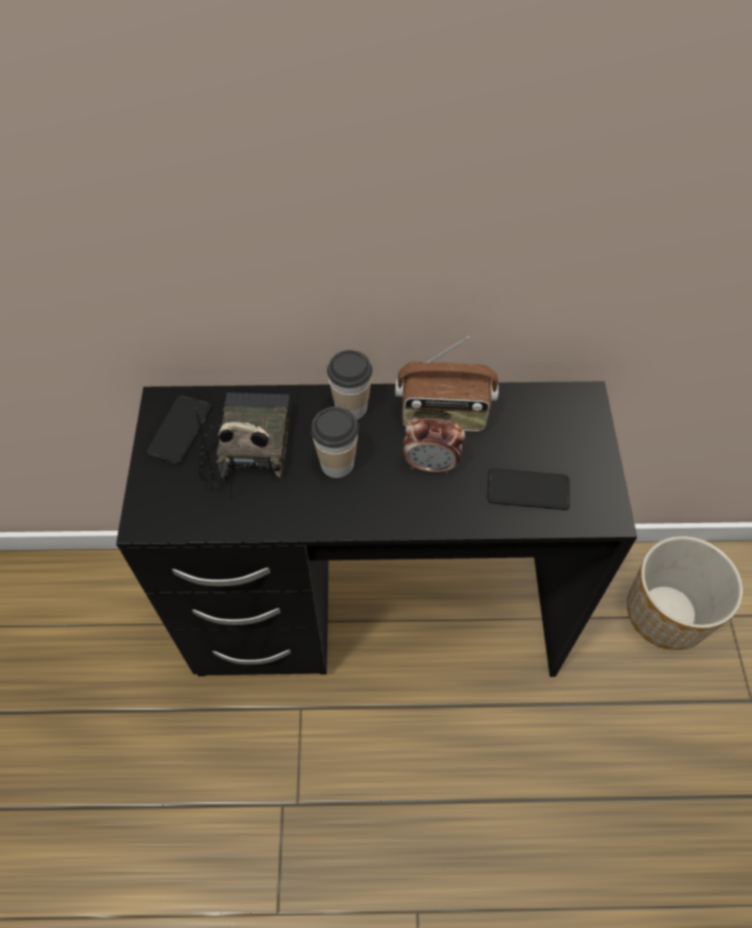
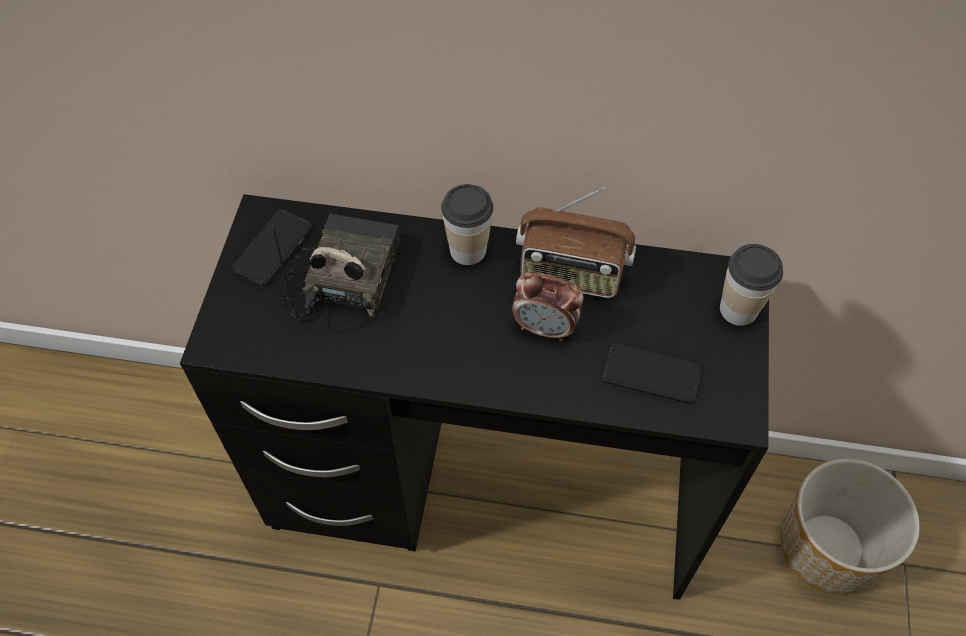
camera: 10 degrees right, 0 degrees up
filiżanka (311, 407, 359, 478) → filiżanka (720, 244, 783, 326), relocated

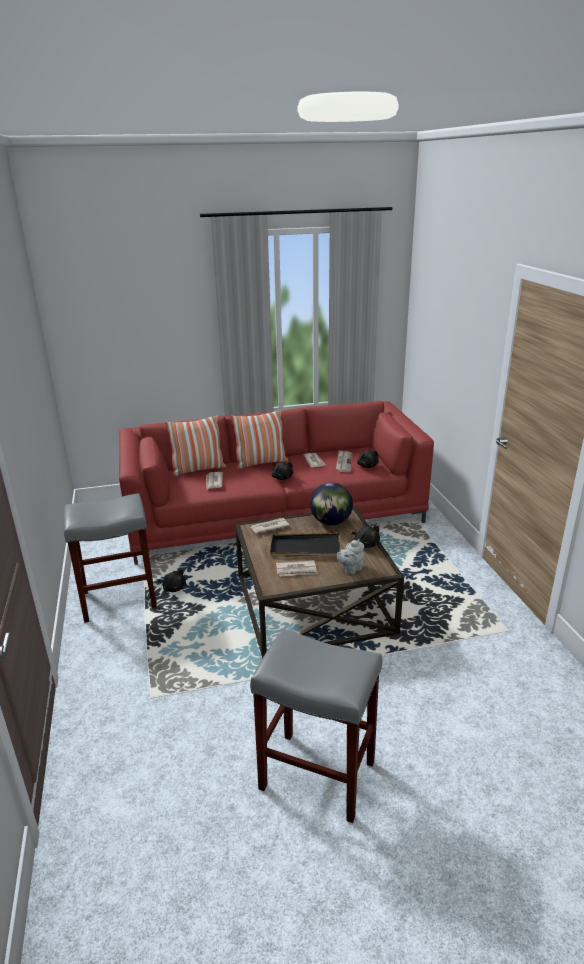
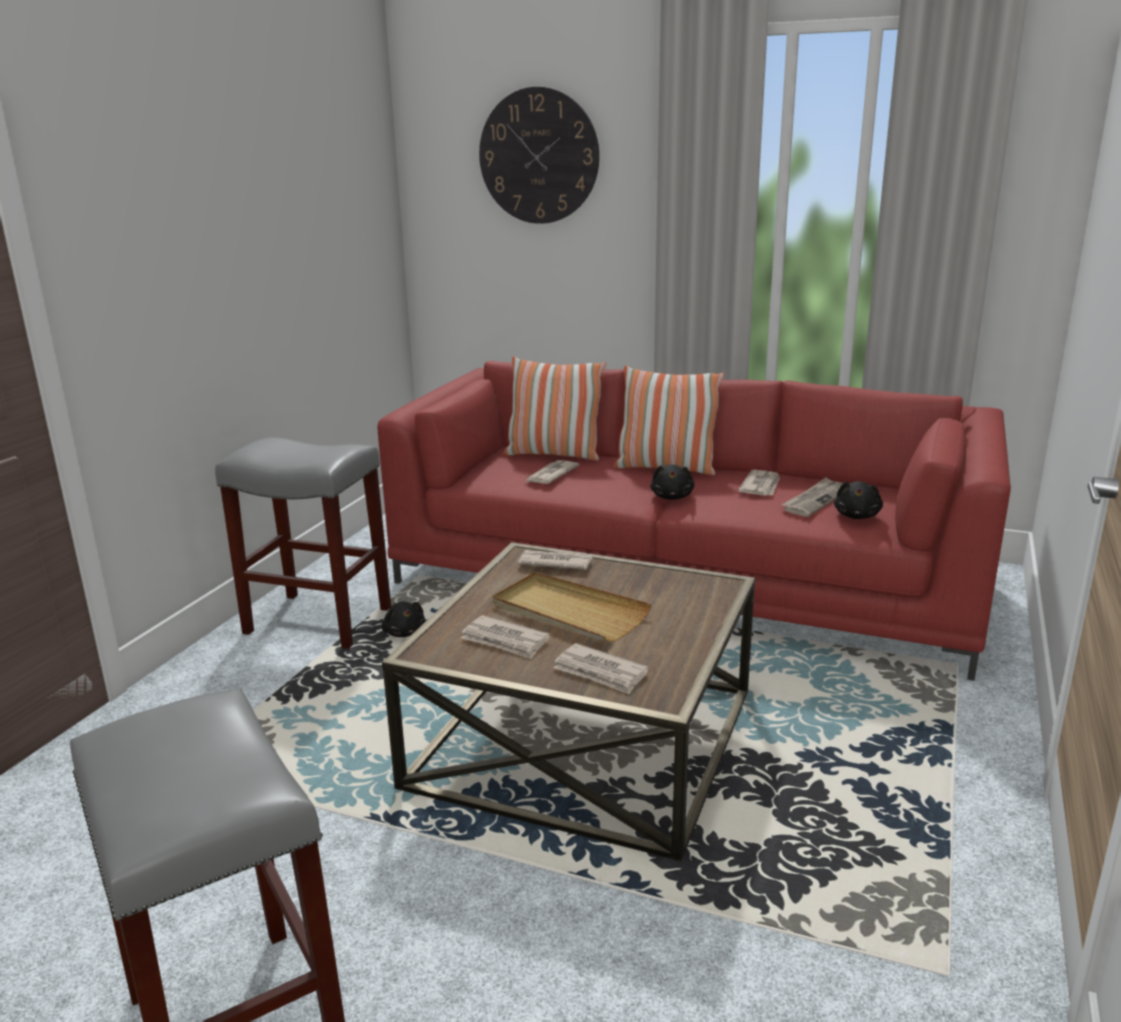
camera: 35 degrees right, 5 degrees down
taca/czarny (270, 533, 340, 557) → taca/beżowy (493, 572, 652, 642)
globus (310, 482, 353, 525) → -
imbryk/szary (337, 539, 364, 574) → gazeta (554, 643, 649, 694)
pluszak/czarny (352, 526, 380, 548) → -
- → zegar ścienny (479, 87, 599, 224)

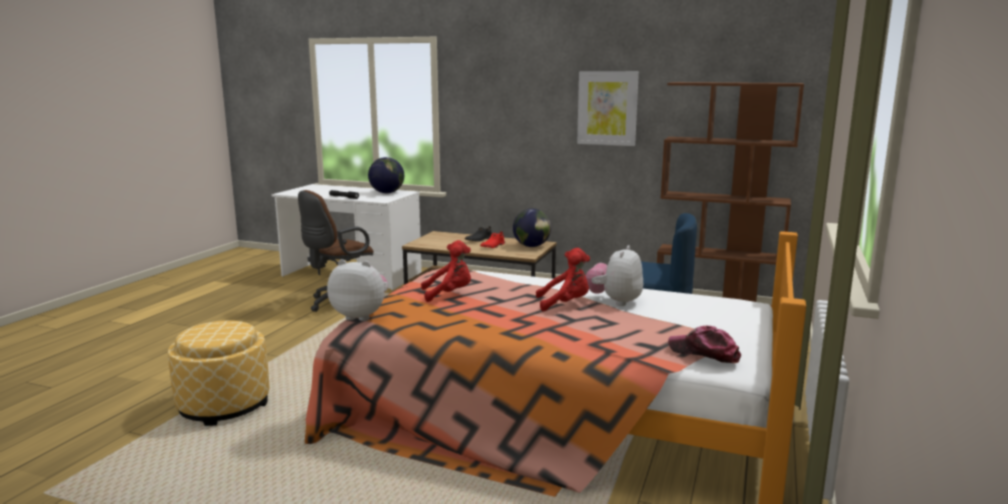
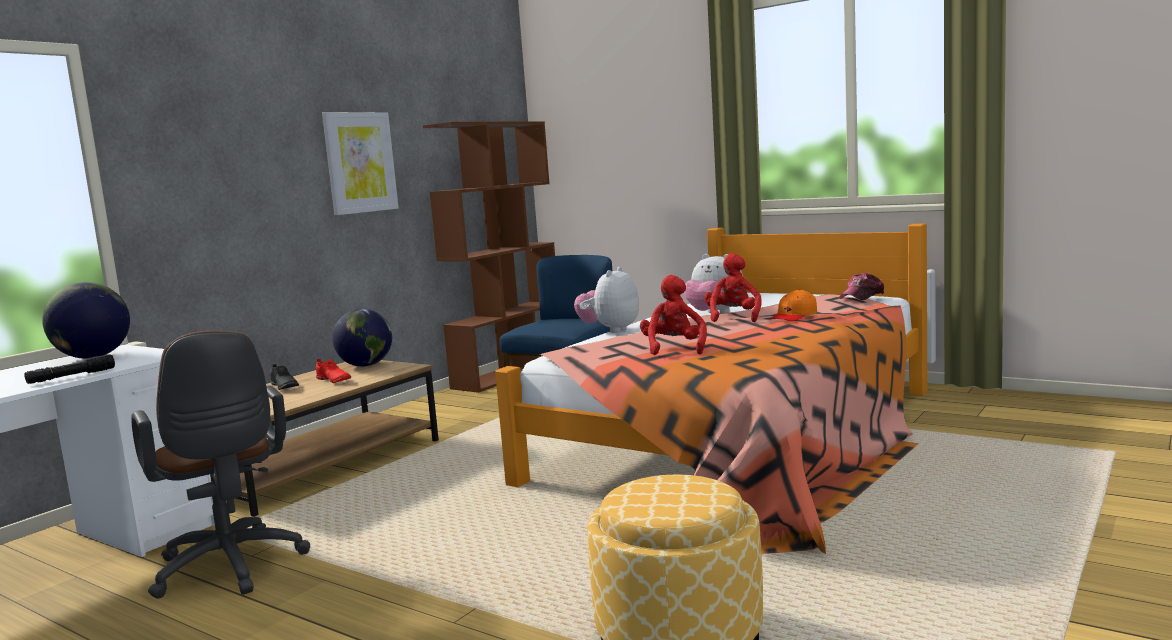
camera: 75 degrees left, 5 degrees down
pluszak (327, 259, 388, 321) → pluszak (574, 267, 639, 333), relocated
- → czapka z daszkiem/pomarańczowy (770, 289, 817, 321)

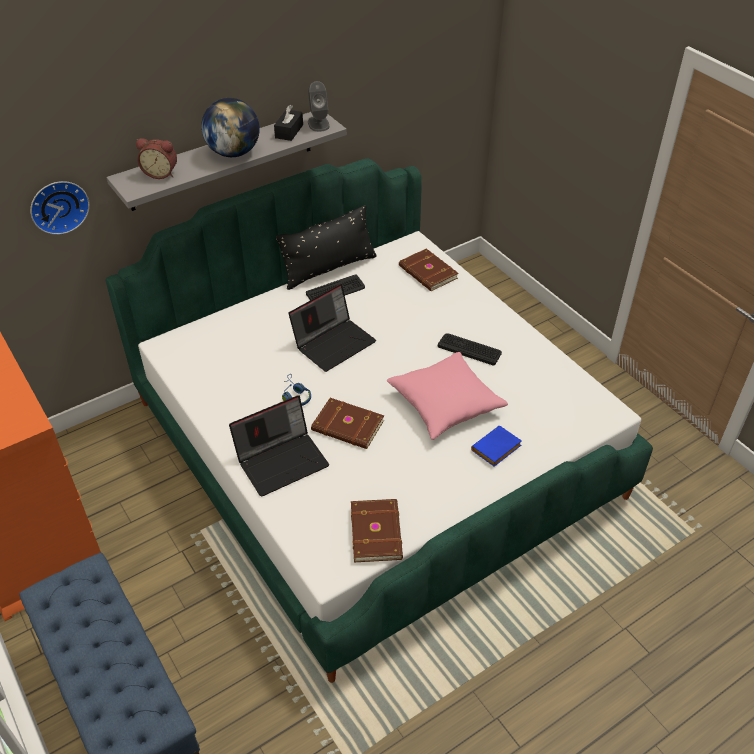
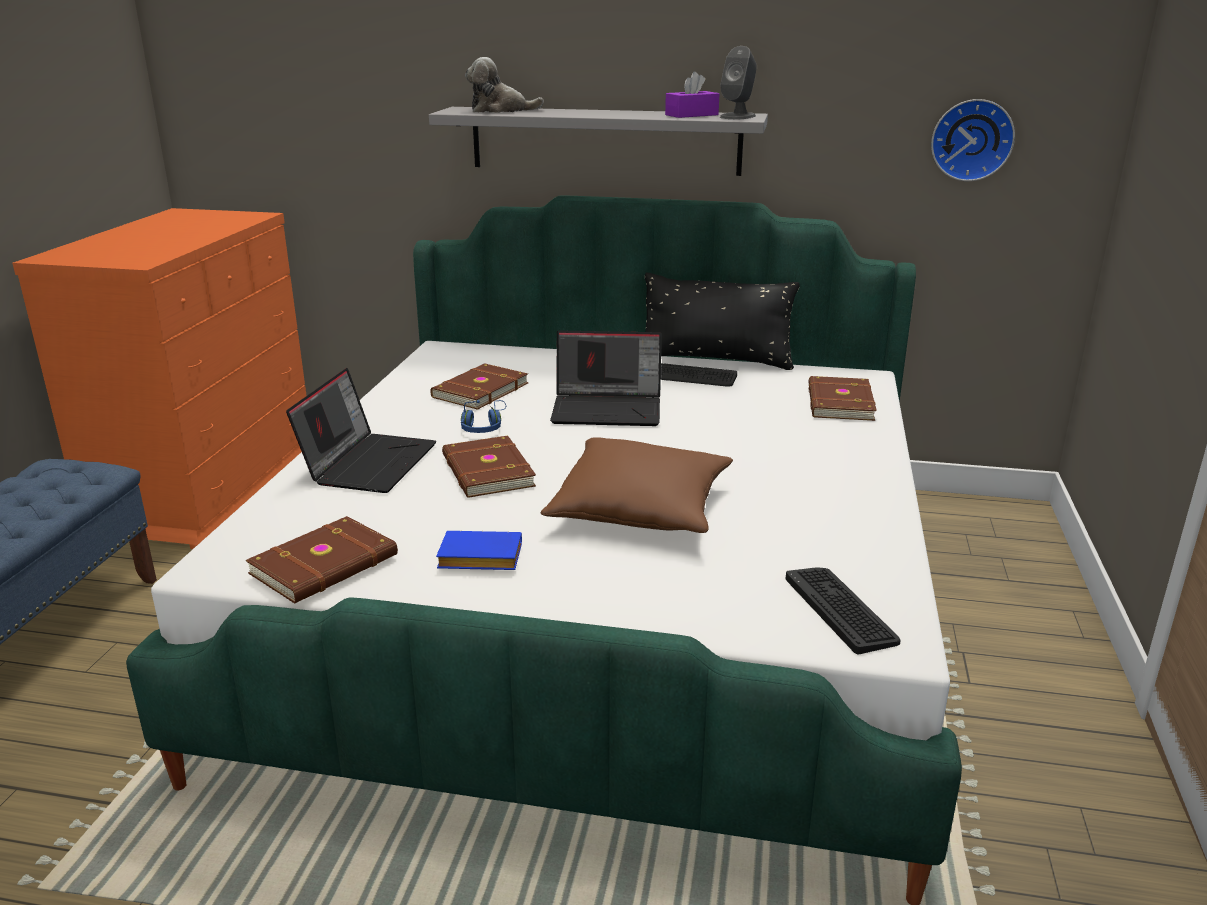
camera: 45 degrees right, 20 degrees down
zegar ścienny (30, 181, 90, 235) → zegar ścienny (931, 99, 1015, 181), relocated
budzik (136, 138, 177, 179) → pluszak (465, 57, 544, 113)
globus (201, 98, 260, 157) → -
laptop (229, 395, 329, 496) → laptop (286, 368, 436, 493), 90 degrees counterclockwise
pudełko chusteczek/czarny (274, 105, 303, 141) → pudełko chusteczek/fioletowy (665, 71, 719, 118)
poduszka/różowy (387, 352, 508, 440) → poduszka/brązowy (541, 437, 733, 533)
klawiatura (438, 333, 502, 366) → klawiatura (785, 568, 900, 654), relocated
książka/niebieski (471, 426, 522, 467) → książka/niebieski (436, 530, 522, 570), relocated
- → książka/brązowy (430, 364, 528, 410)

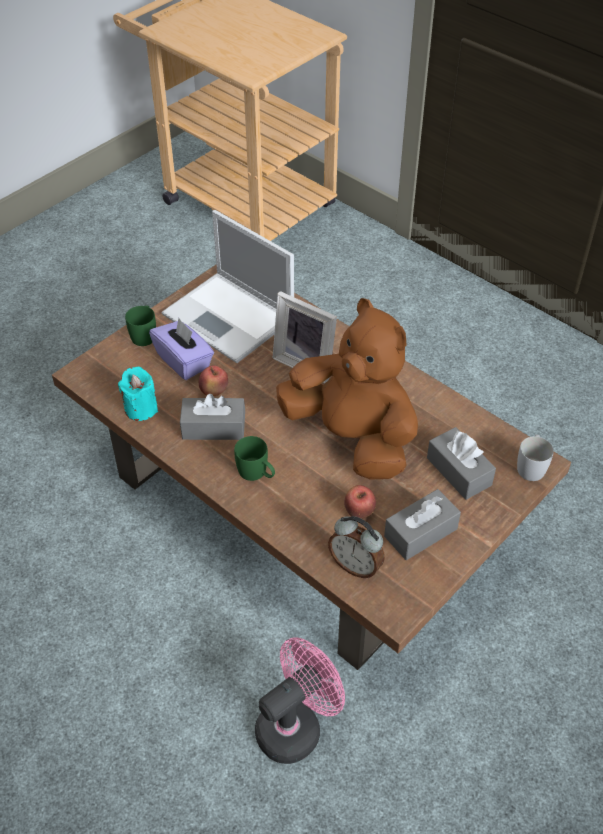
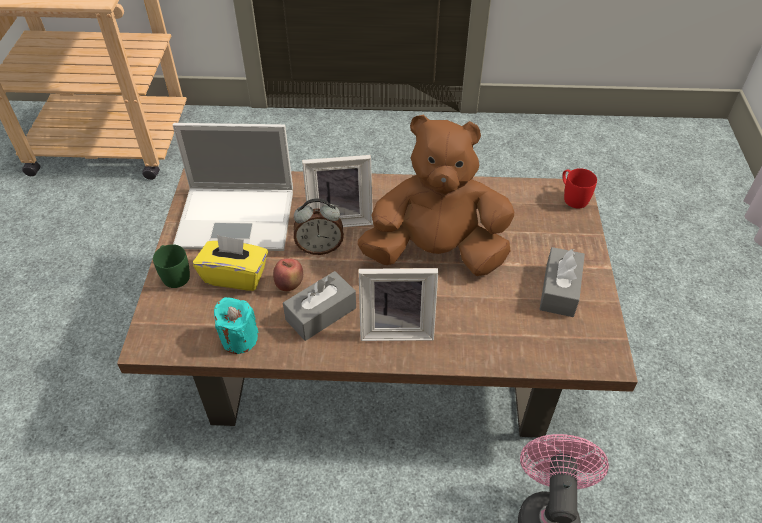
camera: 40 degrees left, 0 degrees up
pudełko chusteczek/fioletowy (149, 318, 214, 380) → pudełko chusteczek/żółty (193, 235, 268, 291)
kubek/zielony (234, 436, 275, 481) → ramka na zdjęcie (359, 268, 438, 341)
budzik (328, 516, 385, 578) → budzik (294, 198, 344, 255), relocated
jabłko (344, 485, 376, 519) → -
pudełko chusteczek/szary (427, 427, 496, 500) → -
kubek/biały (517, 434, 554, 481) → kubek/czerwony (562, 168, 597, 208)

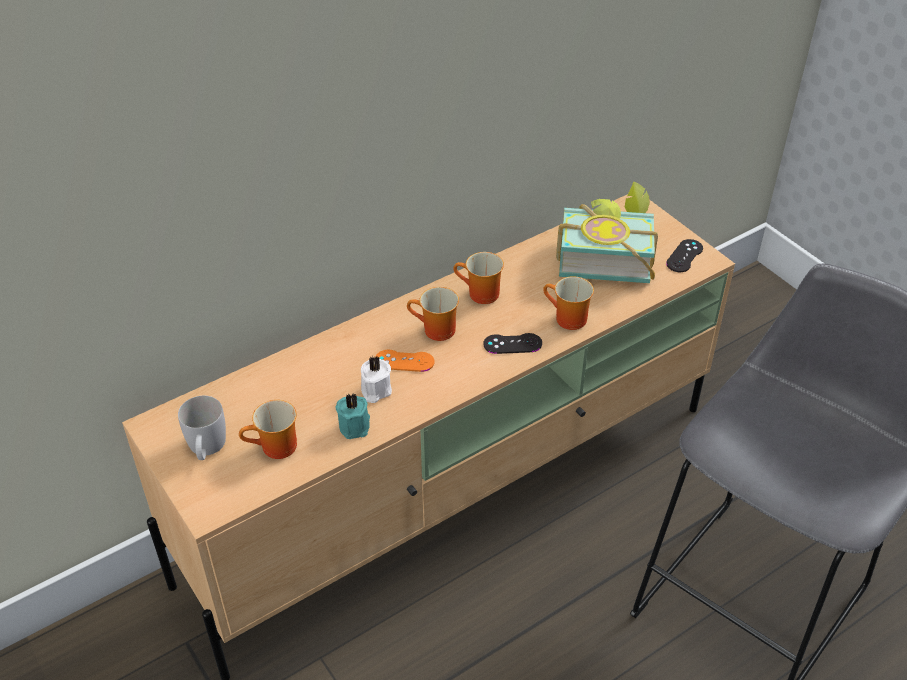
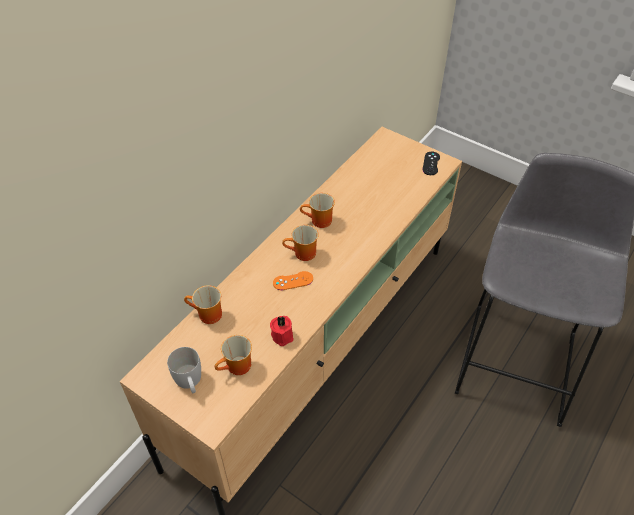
camera: 20 degrees left, 5 degrees up
świeca/turkusowy (336, 393, 370, 439) → świeca/czerwony (270, 316, 294, 346)
świeca/biały (361, 356, 392, 403) → -
pad do gier/czarny (483, 333, 542, 354) → -
kubek (543, 276, 594, 330) → kubek (184, 285, 222, 324), relocated
książka (556, 182, 658, 283) → -

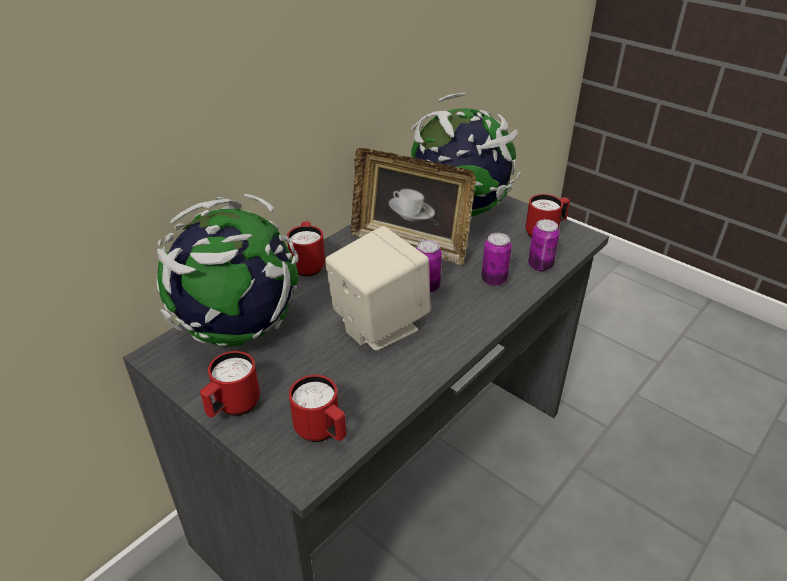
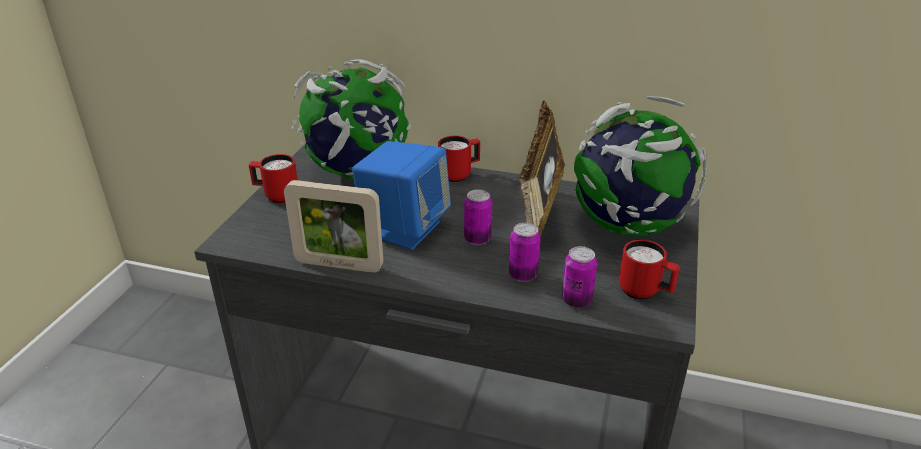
camera: 65 degrees right, 5 degrees down
kubek/czerwony (289, 375, 346, 442) → -
głośnik/beżowy (325, 226, 431, 351) → głośnik/niebieski (352, 141, 451, 250)
- → ramka na zdjęcie (284, 180, 384, 273)

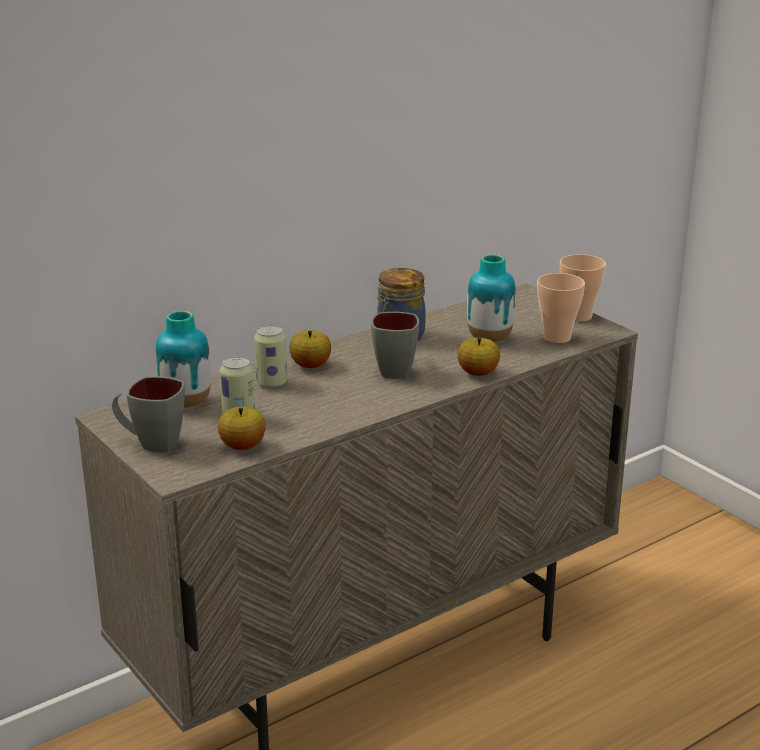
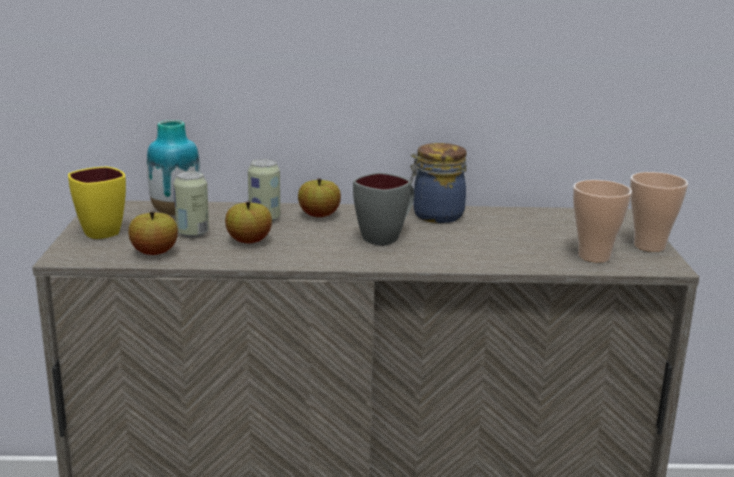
camera: 35 degrees right, 5 degrees down
kubek/szary (112, 376, 185, 453) → kubek/żółty (68, 166, 126, 239)
jabłko (458, 338, 500, 376) → jabłko (225, 201, 272, 243), relocated
wazon (467, 254, 516, 342) → -

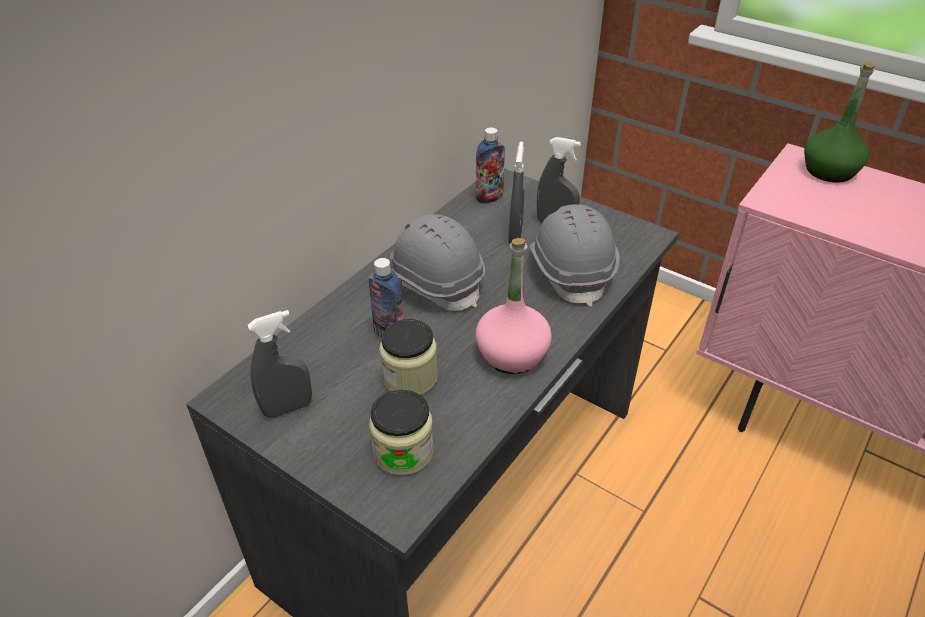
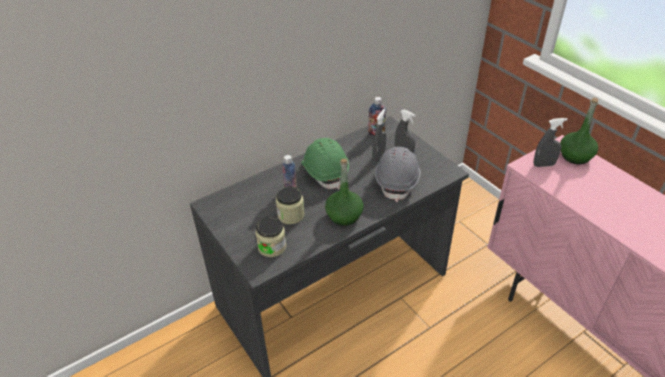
camera: 20 degrees right, 0 degrees up
spryskiwacz/szary (247, 310, 312, 418) → spryskiwacz/szary (534, 118, 568, 167), relocated
kask/szary (389, 214, 485, 311) → kask/zielony (301, 138, 349, 189)
butelka/różowy (476, 238, 552, 374) → butelka/zielony (325, 159, 364, 226)

